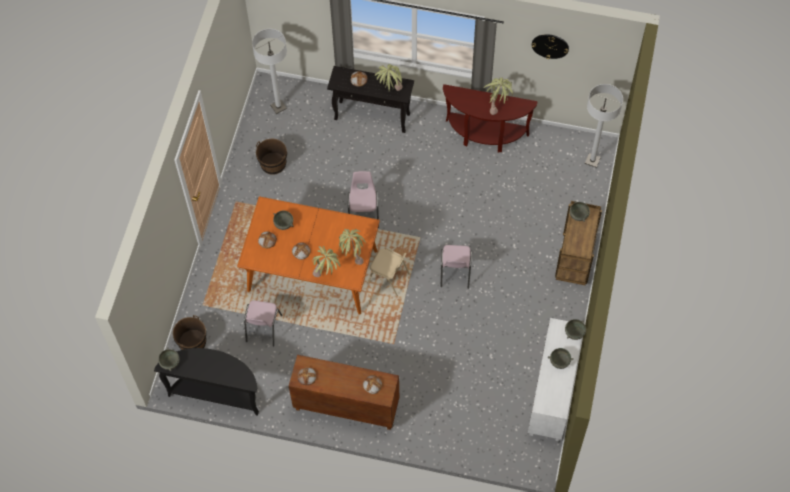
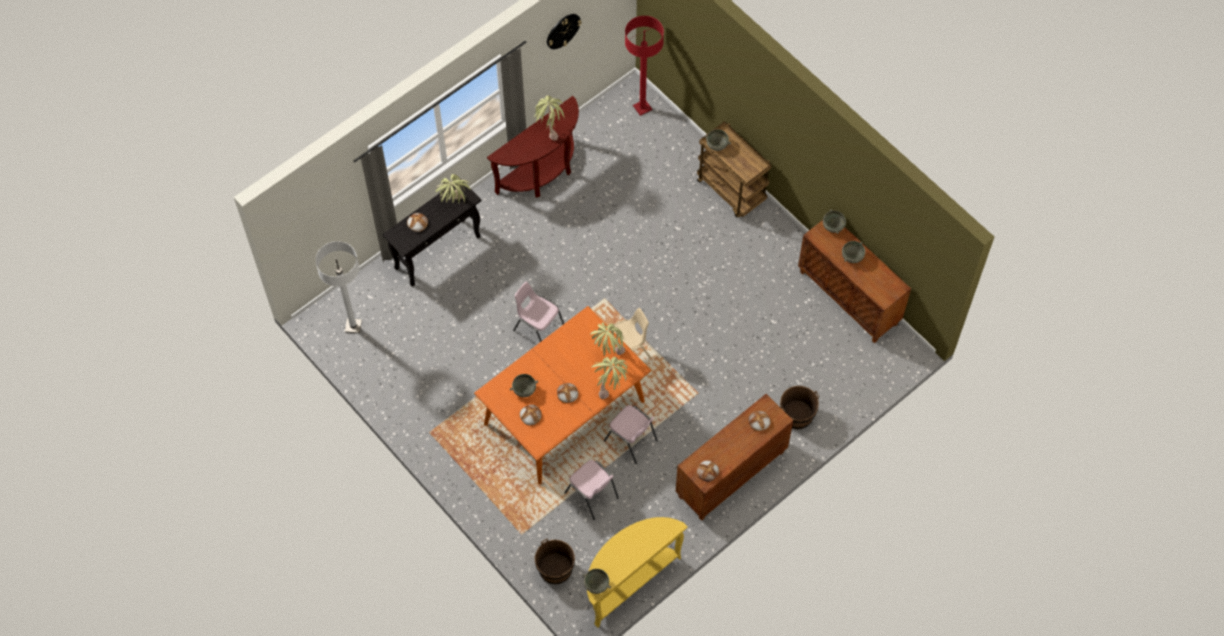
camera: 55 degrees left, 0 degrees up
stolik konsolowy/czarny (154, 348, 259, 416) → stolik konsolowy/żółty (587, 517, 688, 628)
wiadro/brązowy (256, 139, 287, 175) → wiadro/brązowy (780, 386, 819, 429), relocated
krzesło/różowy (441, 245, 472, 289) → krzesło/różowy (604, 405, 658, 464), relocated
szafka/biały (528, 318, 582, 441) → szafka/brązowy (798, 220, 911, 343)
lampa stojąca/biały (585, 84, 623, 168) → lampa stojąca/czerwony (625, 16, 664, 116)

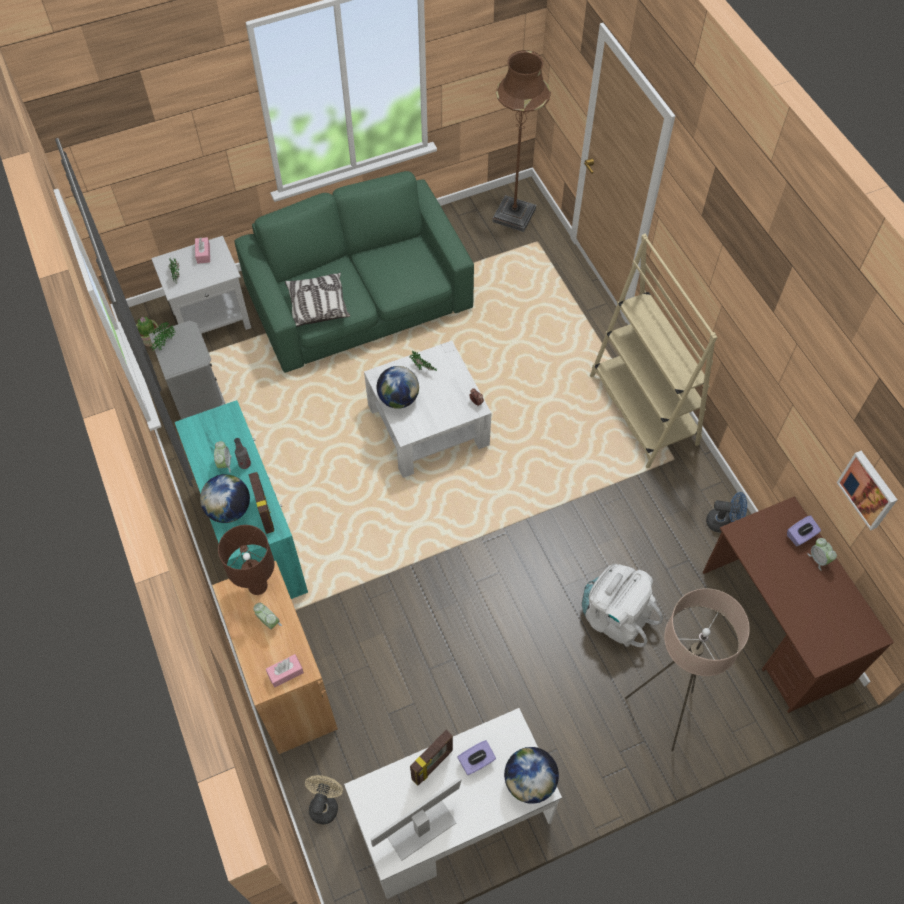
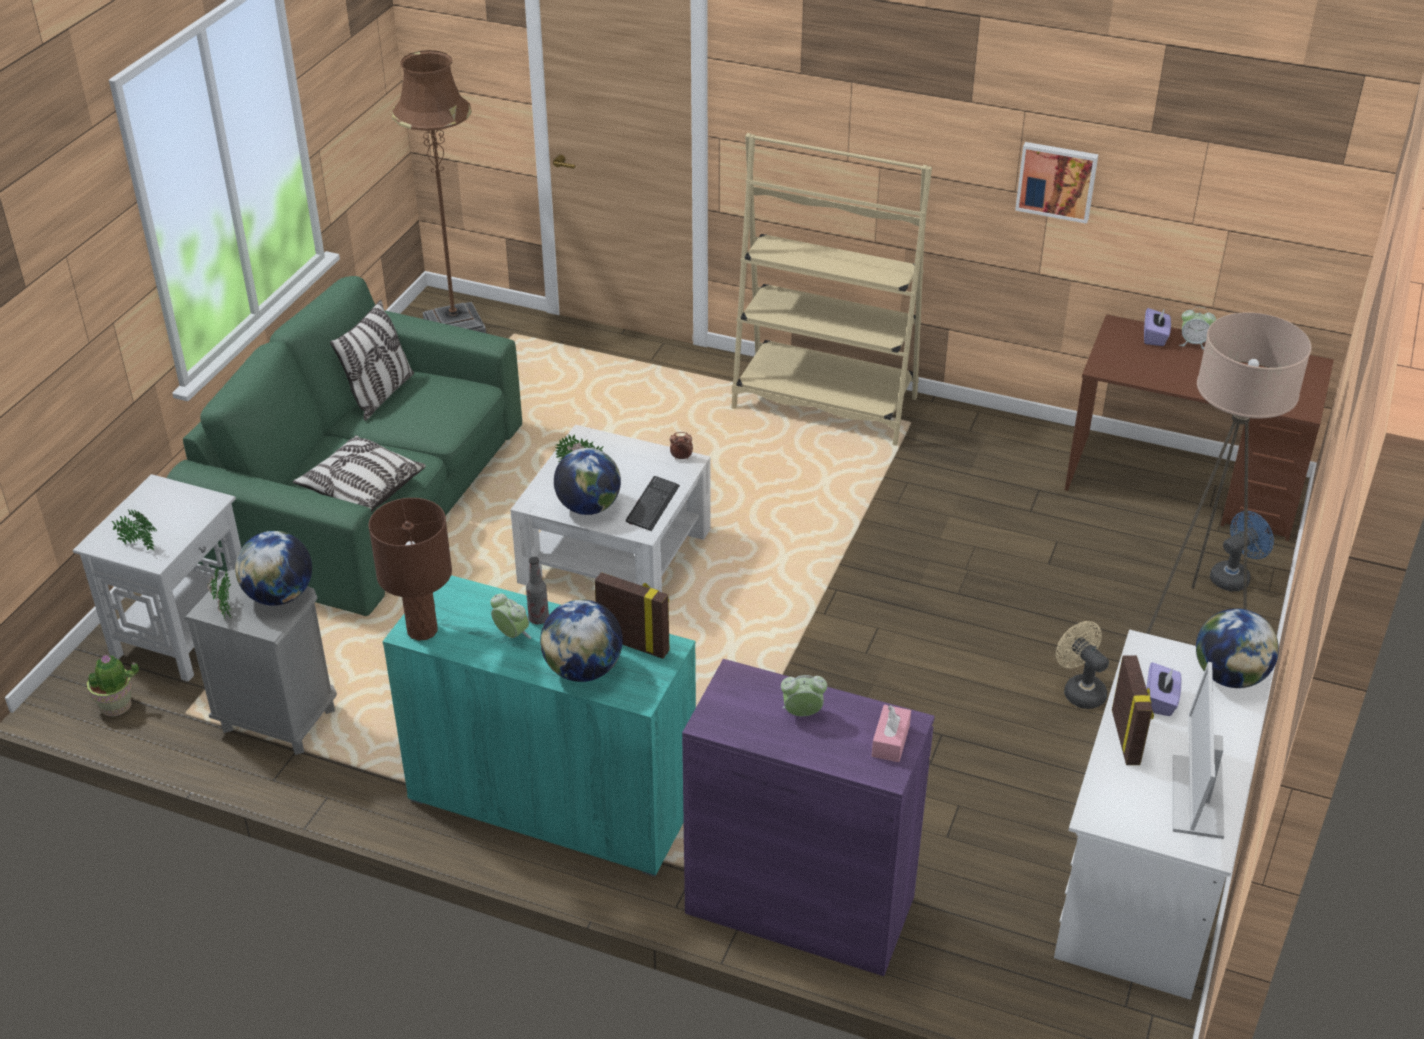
camera: 45 degrees left, 20 degrees down
pudełko chusteczek/różowy (195, 237, 210, 264) → -
szafka/brązowy (212, 561, 338, 754) → szafka/fioletowy (682, 659, 935, 976)
lampa stołowa/brązowy (218, 525, 275, 595) → lampa stołowa/brązowy (369, 498, 452, 641), relocated
wentylator/beżowy (305, 775, 343, 824) → wentylator/beżowy (1056, 621, 1109, 709), relocated
plecak/biały (582, 564, 663, 647) → -
wentylator/niebieski (706, 492, 747, 533) → wentylator/niebieski (1210, 511, 1274, 591), relocated
obraz (837, 451, 897, 530) → obraz (1015, 142, 1099, 224), relocated
- → globus (235, 531, 312, 606)
- → poduszka (330, 300, 414, 421)
- → klawiatura (626, 476, 680, 531)

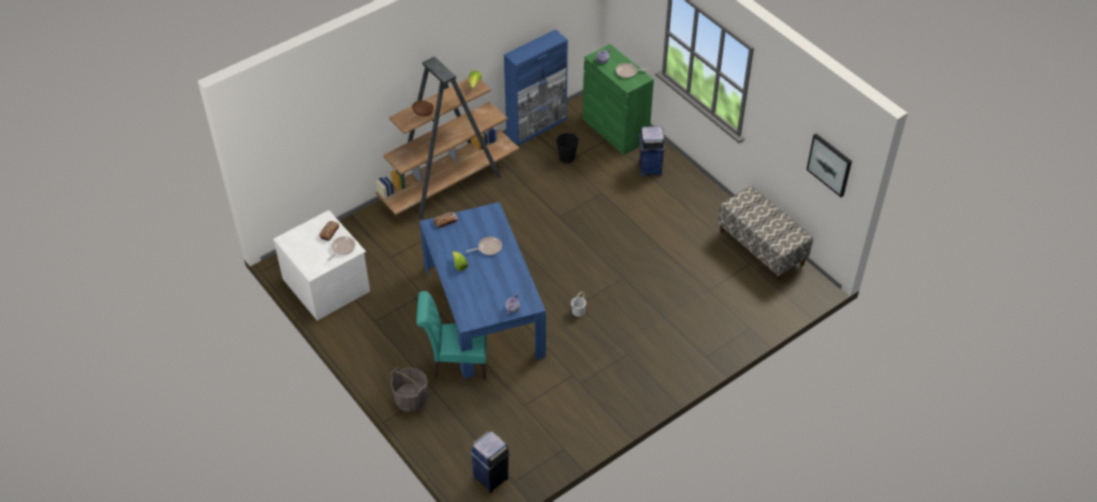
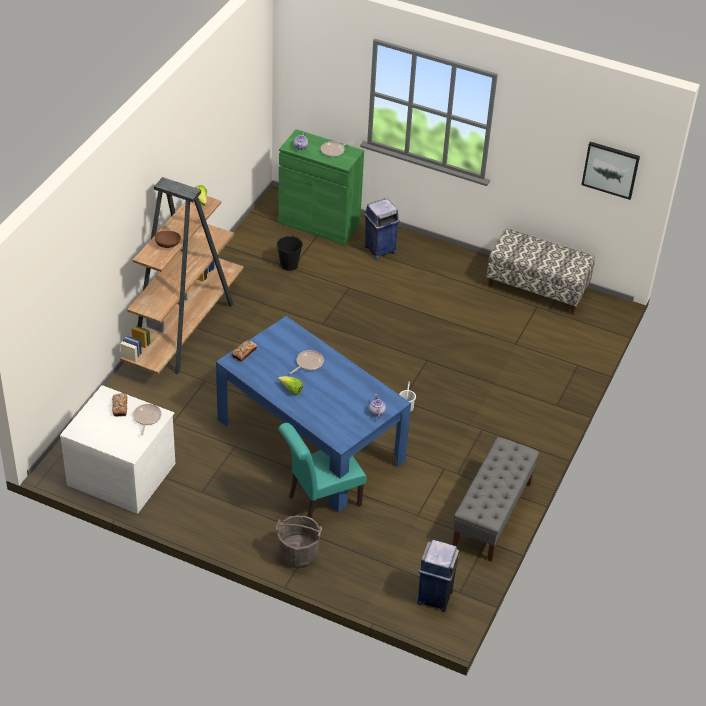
camera: 30 degrees left, 5 degrees down
szafka/niebieski (504, 29, 568, 146) → -
- → ławka/szary (453, 437, 539, 562)

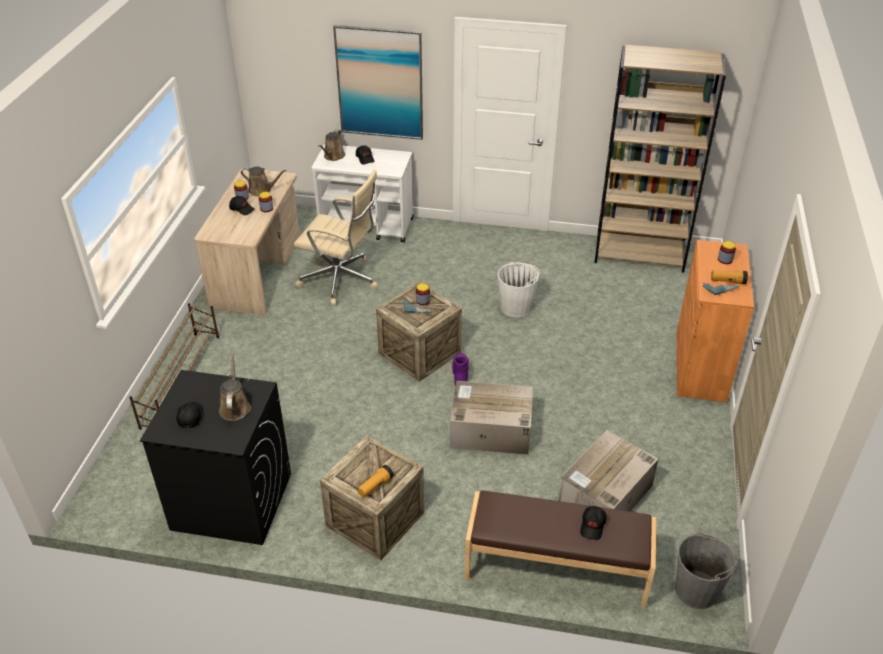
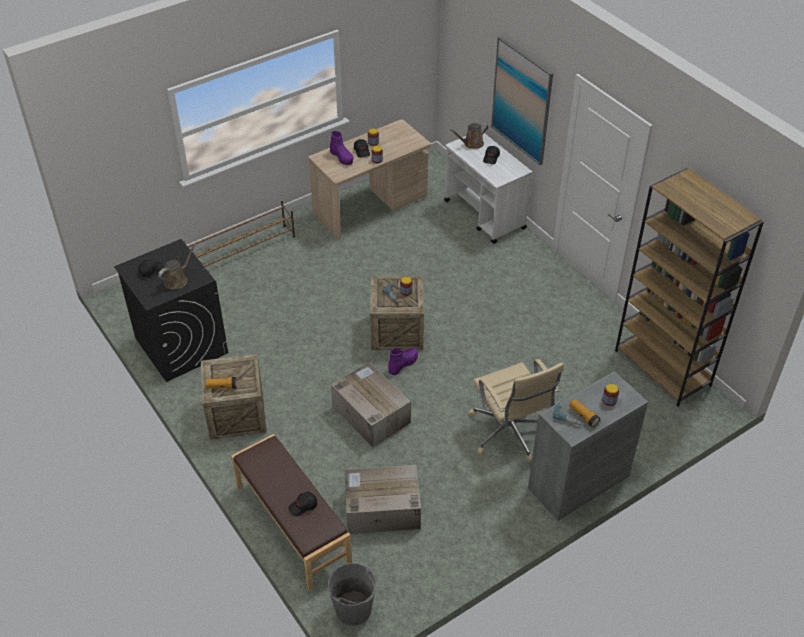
camera: 45 degrees right, 5 degrees up
konewka/brązowy (241, 166, 286, 196) → -
krzesło biurowe/beżowy (294, 170, 378, 306) → krzesło biurowe/beżowy (469, 359, 564, 463), relocated
wiadro/biały (498, 262, 540, 318) → -
szafka/pomarańczowy (676, 240, 754, 402) → szafka/szary (528, 371, 648, 521)
- → but z cholewką/fioletowy (330, 131, 353, 165)

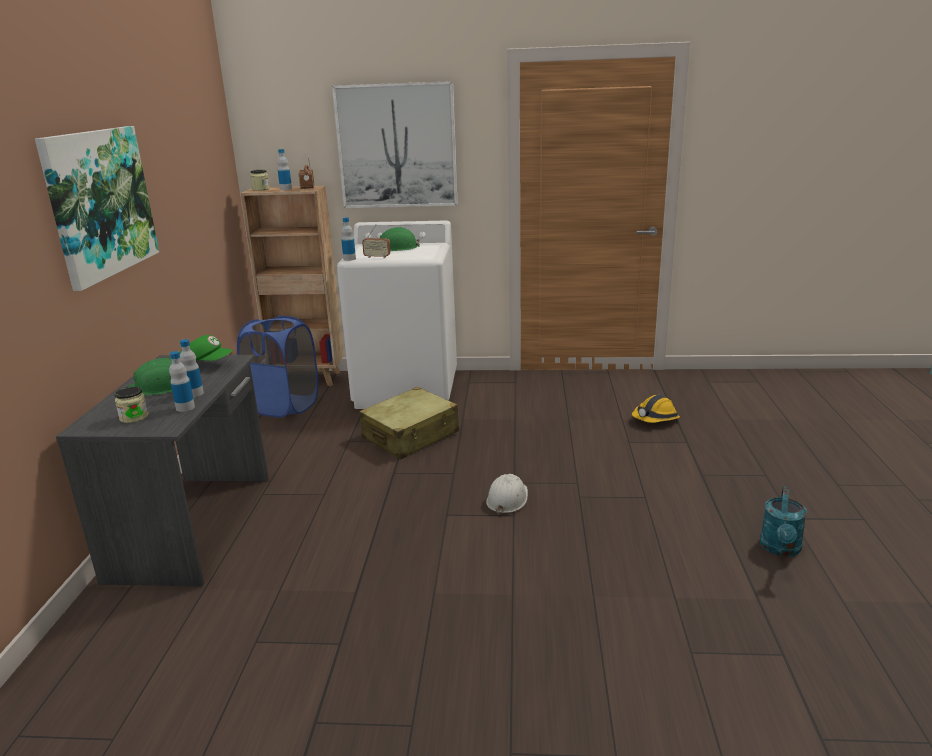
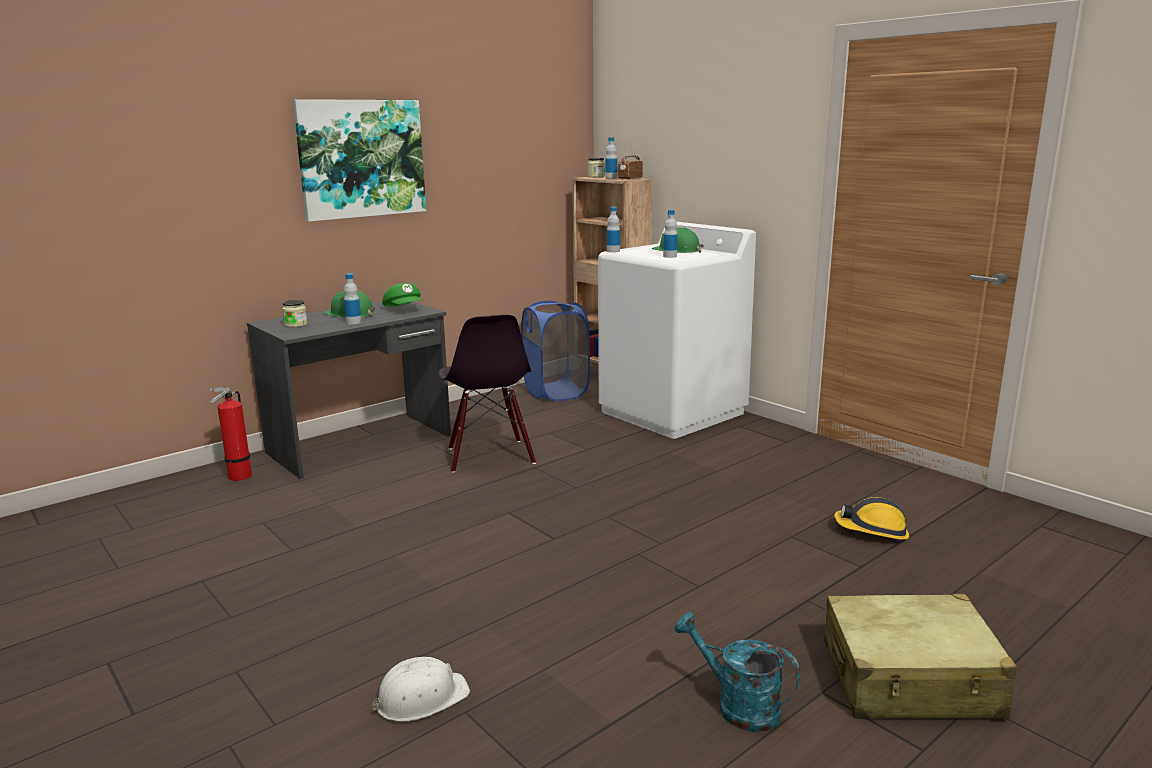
camera: 45 degrees right, 5 degrees down
butelka (169, 351, 195, 412) → butelka (663, 210, 678, 258), relocated
obraz (332, 81, 458, 208) → -
walizka/beżowy (359, 387, 459, 459) → walizka/beżowy (824, 594, 1017, 719), relocated
radio (362, 224, 390, 258) → -
kask/biały (486, 474, 528, 515) → kask/biały (371, 657, 470, 722), relocated
konewka/turkusowy (760, 486, 807, 557) → konewka/turkusowy (674, 612, 801, 732), 60 degrees clockwise
- → gaśnica (210, 387, 252, 481)
- → krzesło/czarny (438, 314, 536, 473)

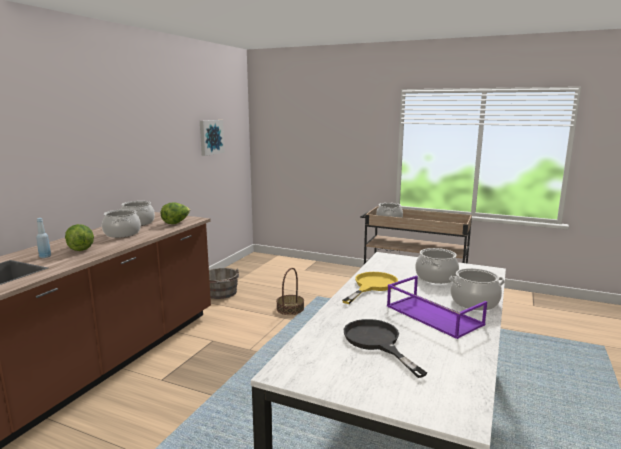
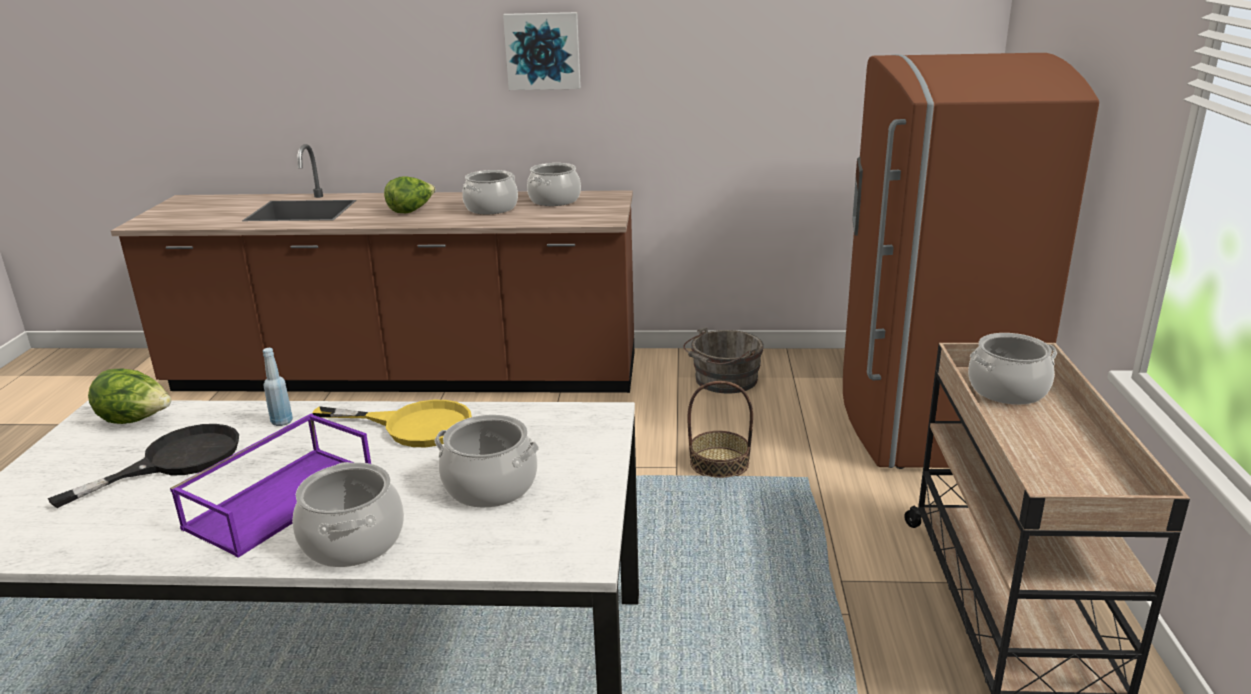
camera: 70 degrees right, 10 degrees up
butelka/niebieski (36, 218, 51, 258) → butelka/niebieski (263, 348, 293, 426), relocated
sałata (161, 203, 190, 224) → sałata (88, 369, 171, 424), relocated
obraz (200, 120, 225, 156) → obraz (503, 12, 581, 90), relocated
- → lodówka/brązowy (843, 53, 1099, 469)

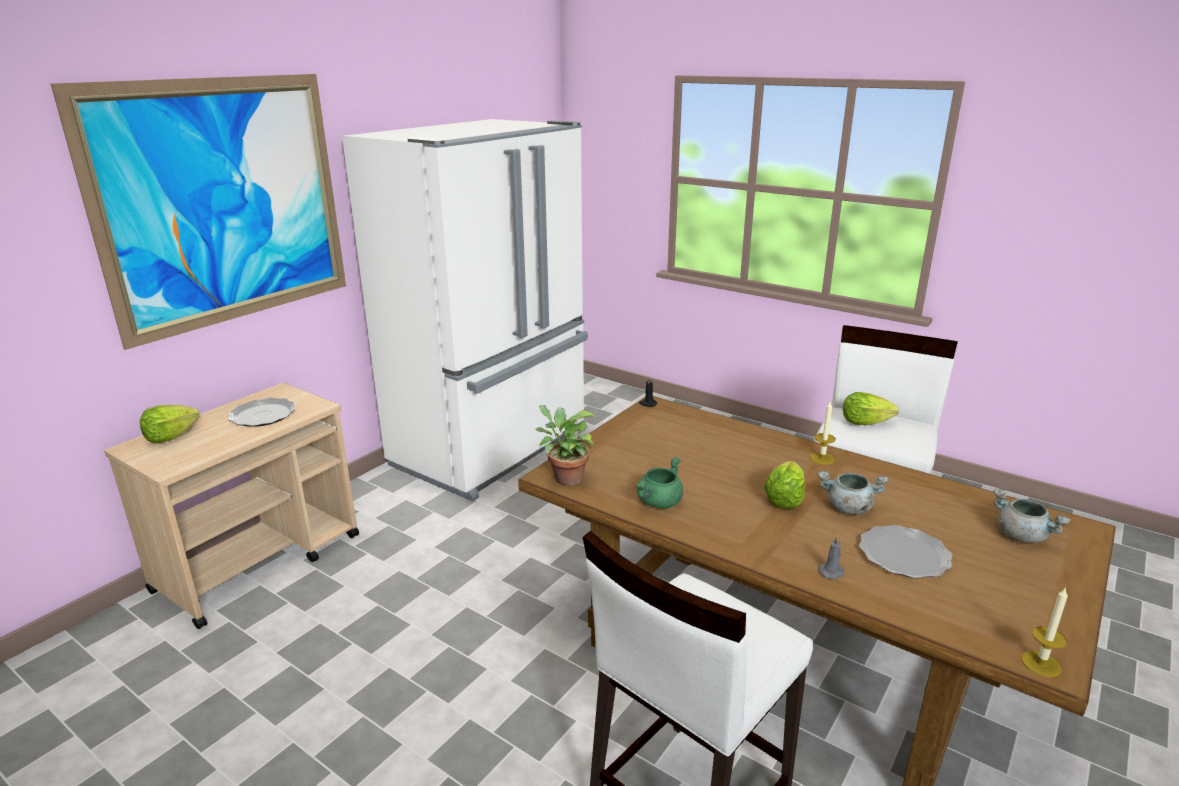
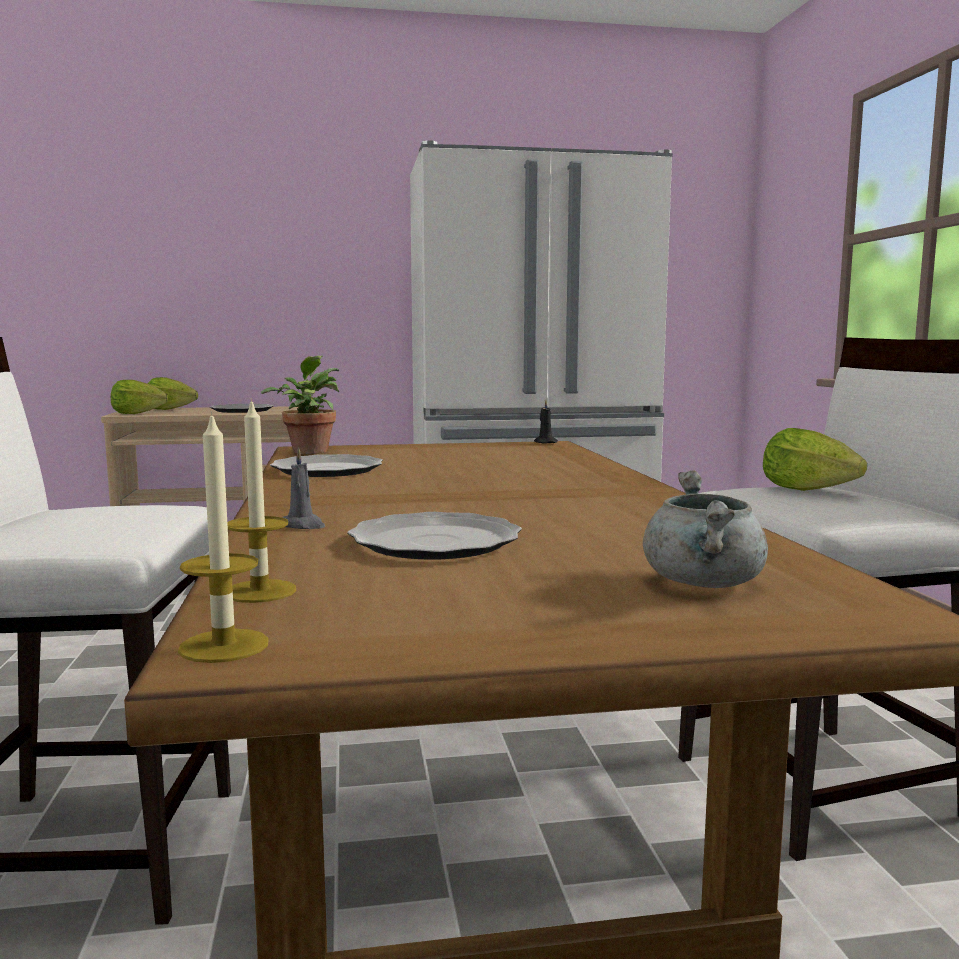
camera: 45 degrees right, 15 degrees down
obraz (51, 74, 346, 350) → -
garnek/zielony (635, 457, 683, 509) → talerz (270, 454, 383, 477)
sałata (764, 461, 805, 509) → sałata (111, 380, 168, 414), relocated
świeca (810, 402, 836, 465) → świeca (227, 398, 296, 603), relocated
garnek/szary (817, 471, 889, 515) → -

